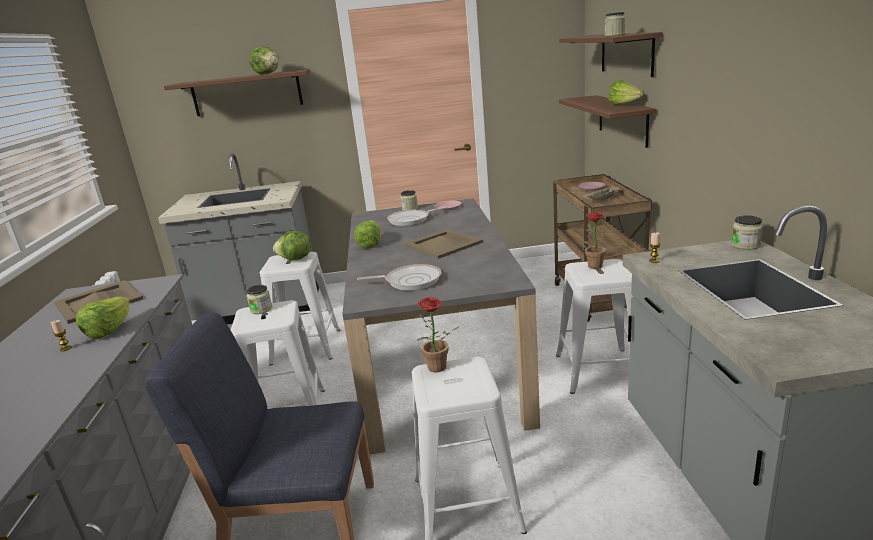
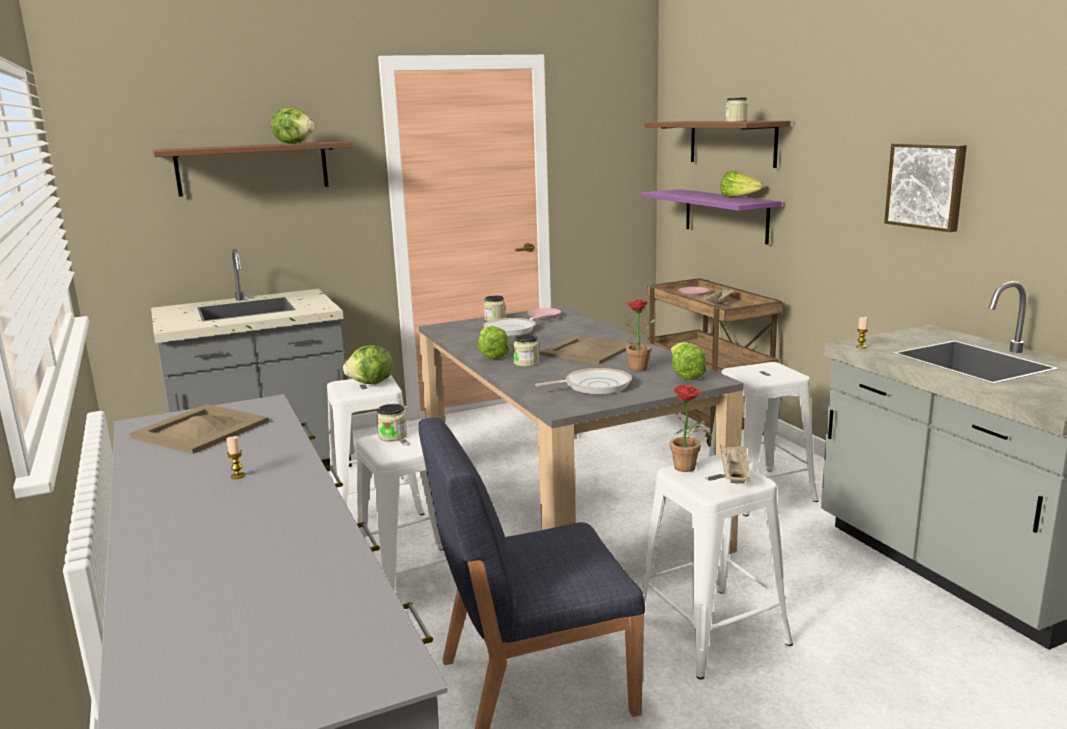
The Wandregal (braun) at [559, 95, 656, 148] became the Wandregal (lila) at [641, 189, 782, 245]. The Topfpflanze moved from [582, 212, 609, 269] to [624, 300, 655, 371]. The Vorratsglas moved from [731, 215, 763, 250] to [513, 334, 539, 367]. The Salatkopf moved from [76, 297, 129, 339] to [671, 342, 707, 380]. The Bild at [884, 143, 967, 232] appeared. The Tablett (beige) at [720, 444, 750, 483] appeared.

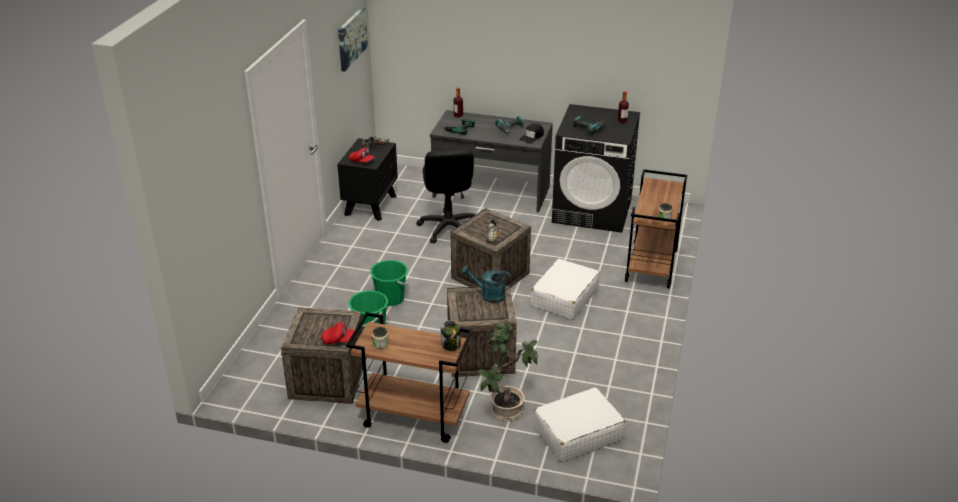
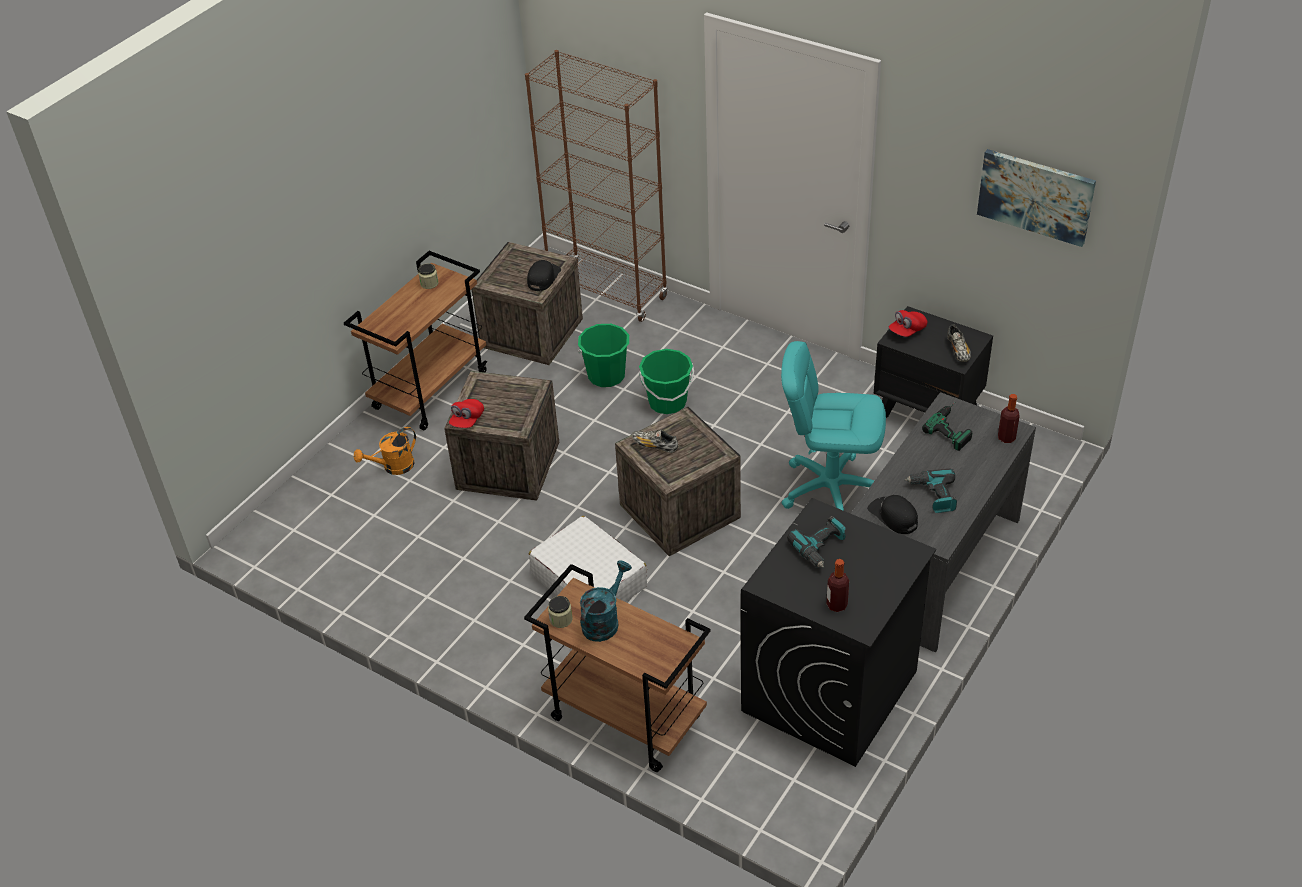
The Bürostuhl (schwarz) at [416, 149, 475, 243] became the Bürostuhl (türkis) at [781, 341, 886, 511]. The Gießkanne (türkis) moved from [461, 265, 512, 303] to [580, 560, 631, 642]. The Topfpflanze at [478, 319, 538, 421] was replaced by the Gießkanne (orange) at [354, 427, 416, 475]. The Vorratsglas at [441, 320, 461, 351] disappeared. The Kappe (rot) moved from [321, 321, 355, 344] to [449, 399, 484, 428]. The Koffer (weiß) at [533, 387, 625, 462] disappeared. The Bücherregal (braun) at [525, 50, 668, 322] appeared. The Kappe (schwarz) at [527, 260, 561, 291] appeared.

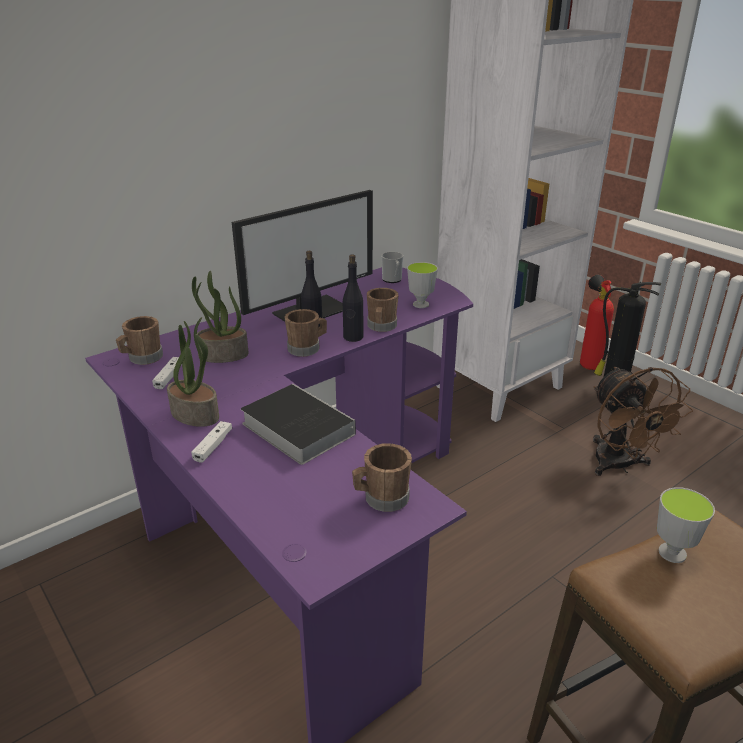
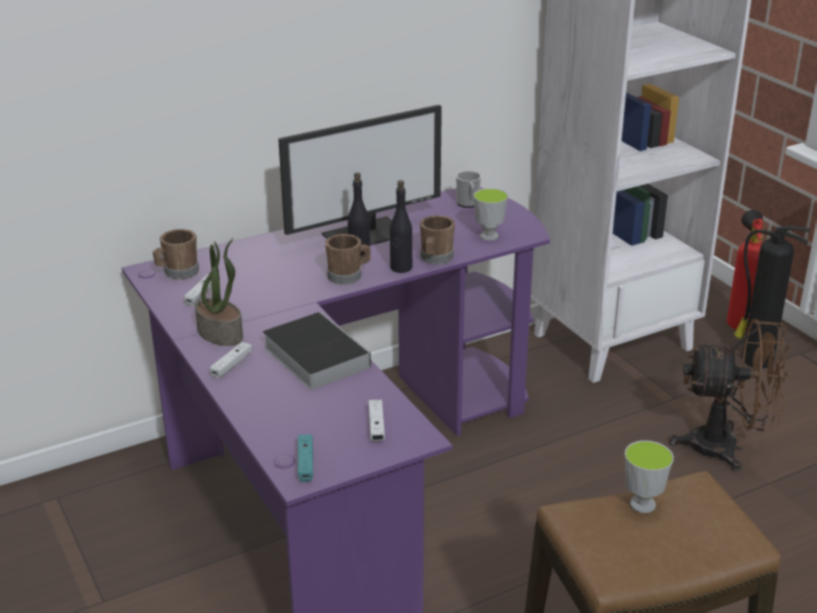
The Topfpflanze at [192, 271, 249, 363] disappeared. The Ventilator (braun) at [593, 367, 693, 476] turned 75 degrees counterclockwise. The Henkelbecher (braun) at [352, 443, 412, 512] was replaced by the Gamepad (weiß) at [368, 400, 385, 441]. The Gamepad (türkis) at [298, 434, 313, 482] appeared.

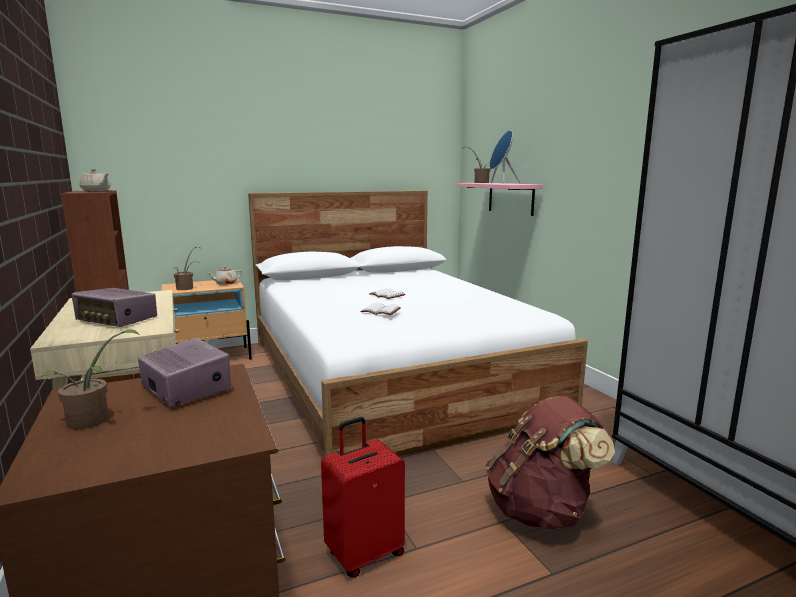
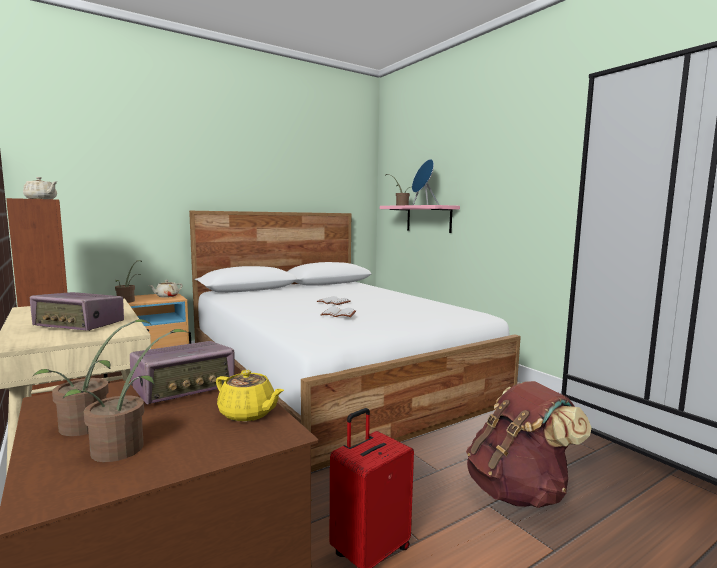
The Radio at [138, 338, 231, 407] turned 105 degrees clockwise. The Topfpflanze at [62, 329, 190, 462] appeared. The Teekanne (gelb) at [216, 370, 284, 422] appeared.

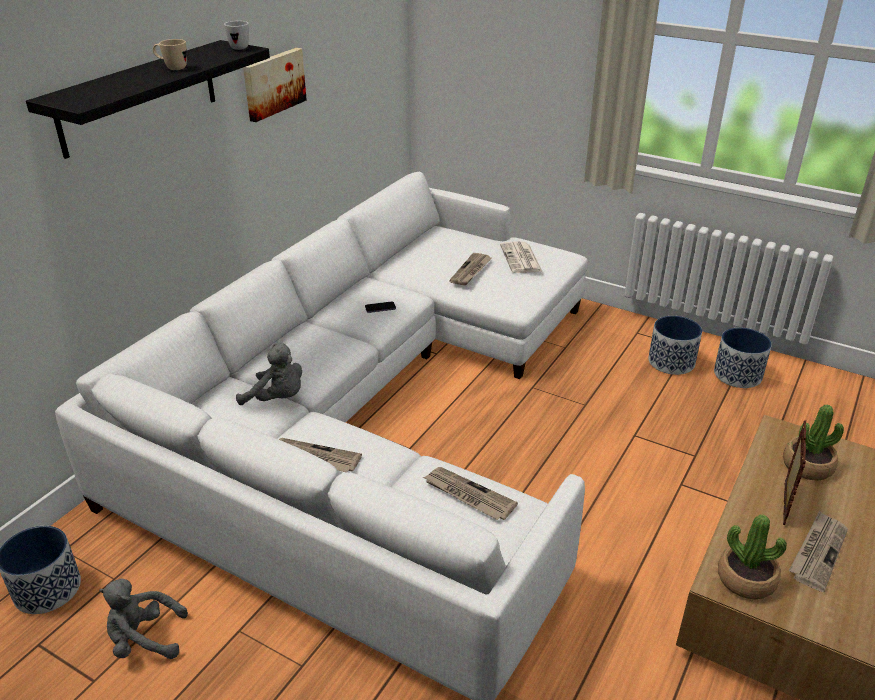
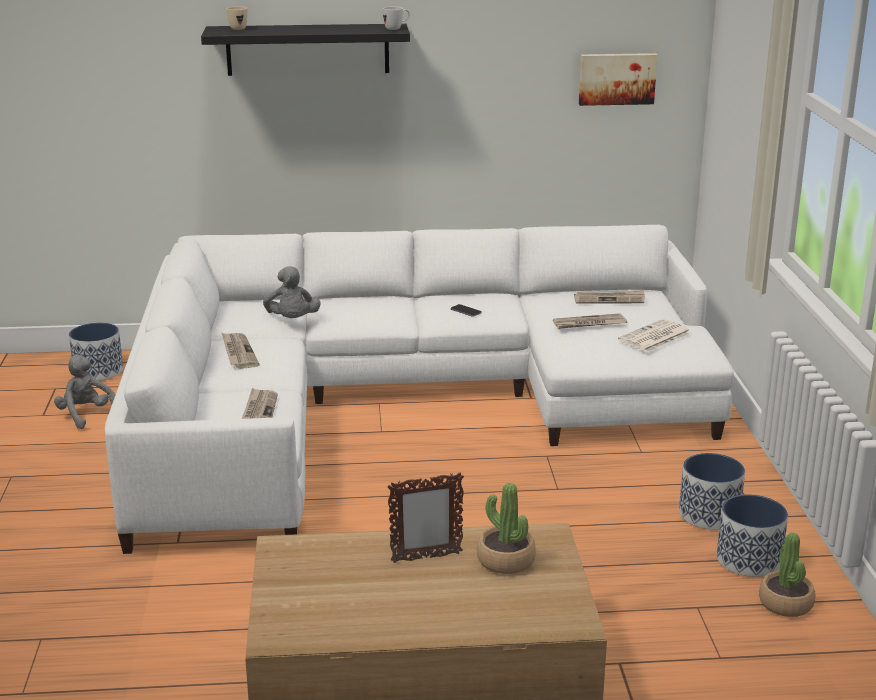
The Henkelbecher (beige) moved from [153, 39, 187, 70] to [227, 6, 248, 30]. The Bild moved from [243, 48, 307, 122] to [579, 53, 658, 106]. The Zeitung moved from [789, 511, 848, 592] to [574, 290, 645, 304]. The Topfpflanze moved from [718, 515, 787, 599] to [759, 532, 815, 617].

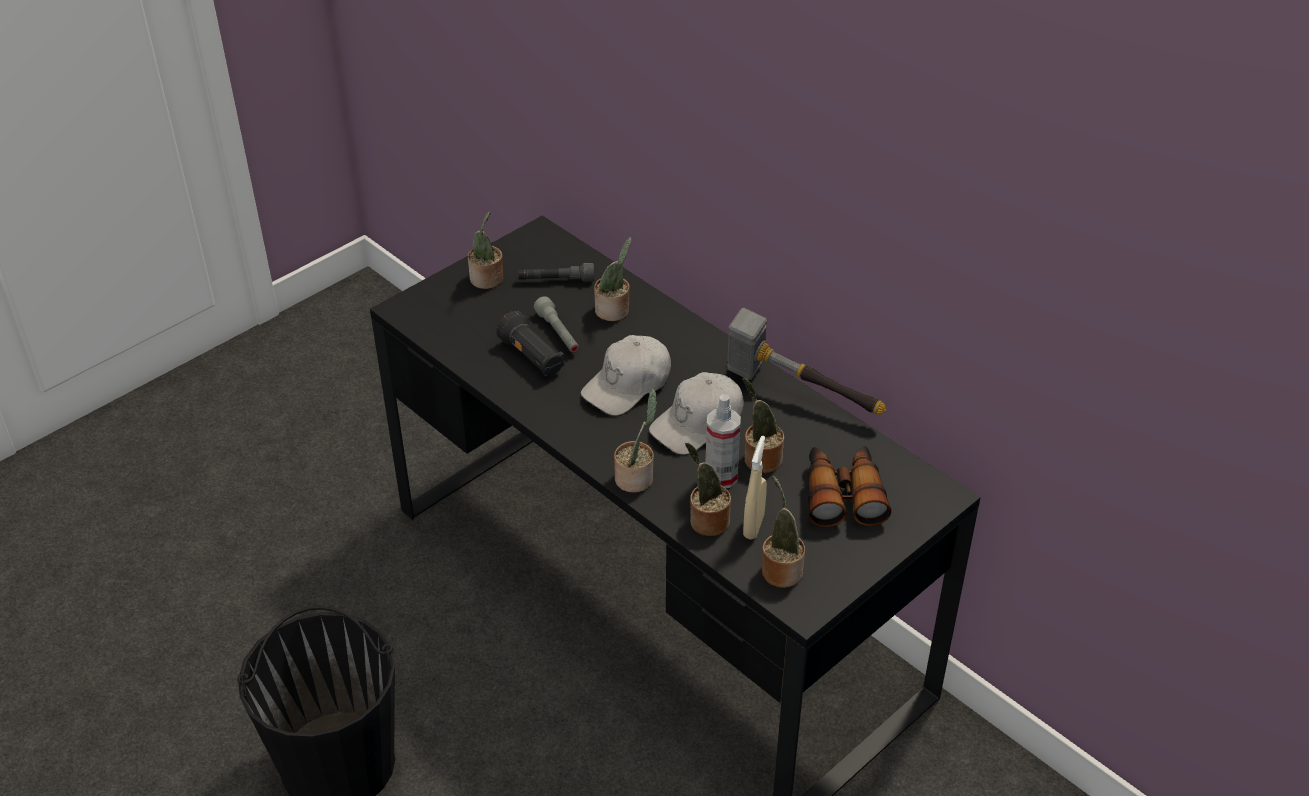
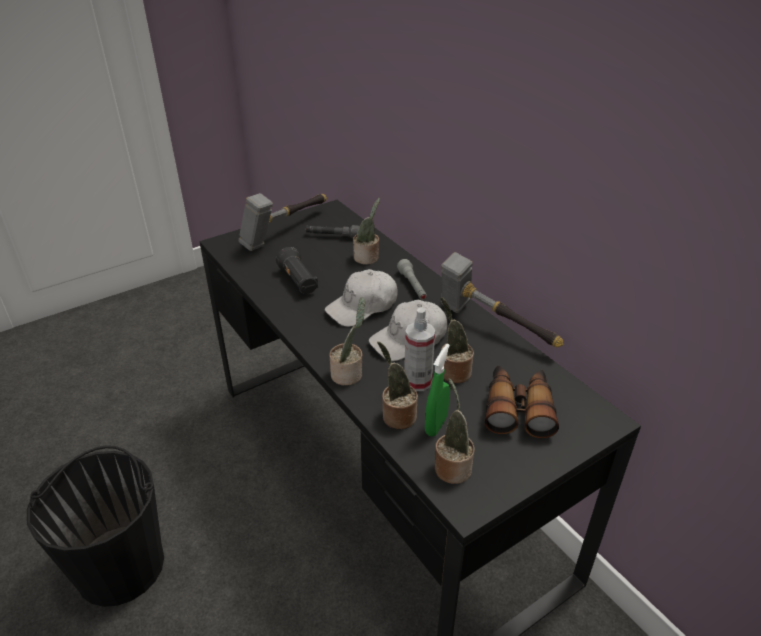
The Topfpflanze at [468, 211, 503, 289] was replaced by the Hammer at [238, 193, 327, 251]. The Taschenlampe (grau) moved from [534, 296, 579, 352] to [397, 259, 427, 300]. The Sprühflasche (beige) at [743, 436, 767, 540] became the Sprühflasche (grün) at [425, 344, 450, 437].

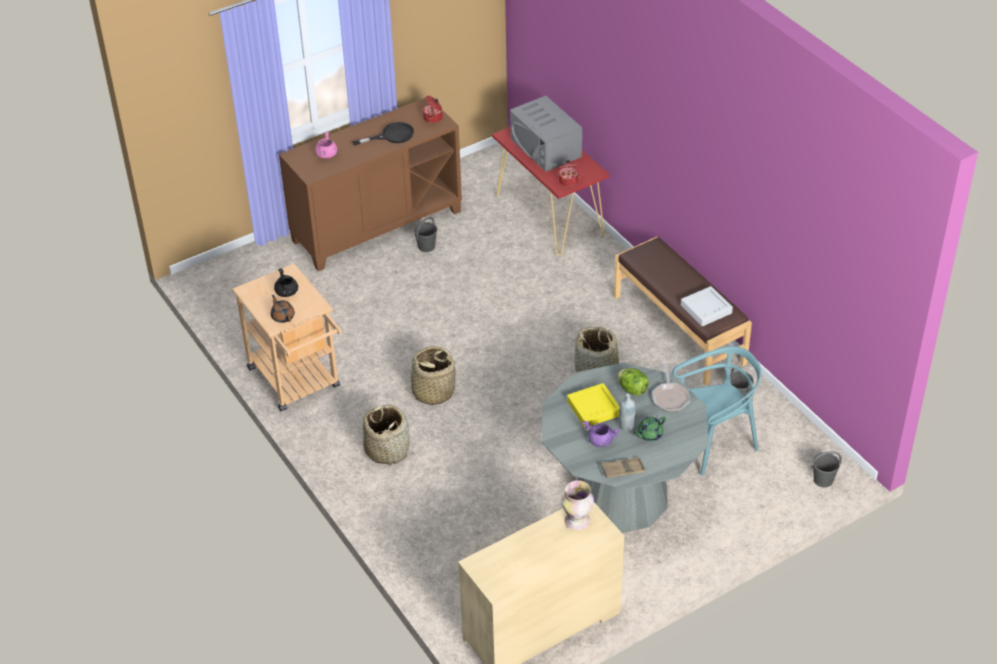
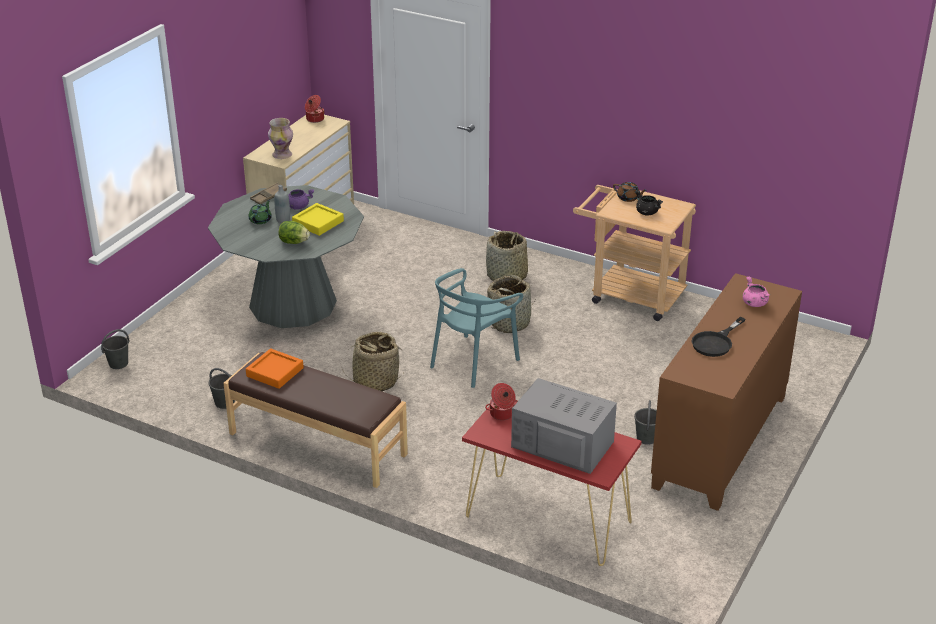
The Kochtopf moved from [423, 96, 442, 123] to [305, 95, 325, 123]. The Tablett (grau) at [681, 286, 733, 326] became the Tablett (orange) at [246, 348, 304, 389]. The Stuhl (türkis) moved from [672, 346, 761, 476] to [430, 268, 523, 388]. The Pfanne at [652, 363, 691, 412] disappeared.

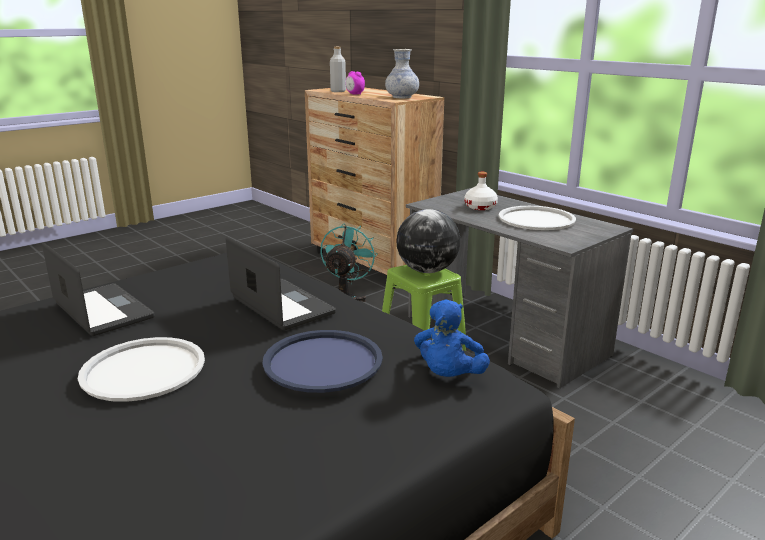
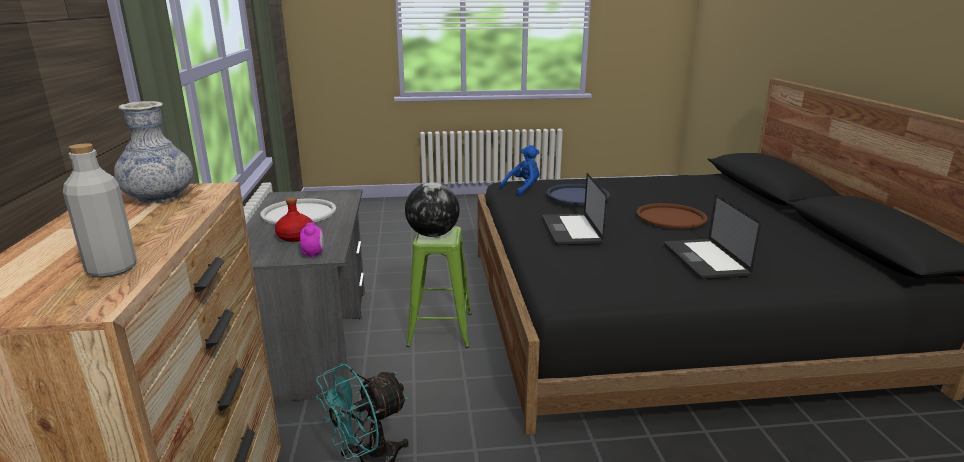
The Wecker moved from [346, 71, 365, 95] to [300, 222, 324, 258]. The Flasche (weiß) at [464, 172, 498, 210] became the Flasche (rot) at [275, 198, 313, 242]. The Tablett (weiß) at [78, 337, 205, 402] became the Tablett (braun) at [637, 203, 708, 229].

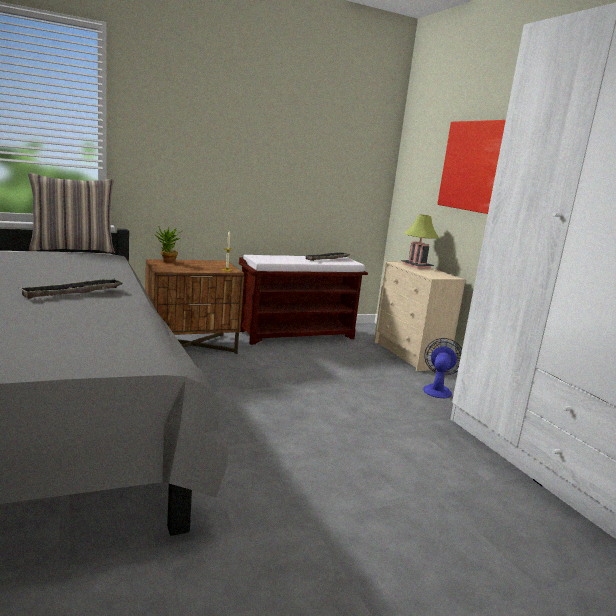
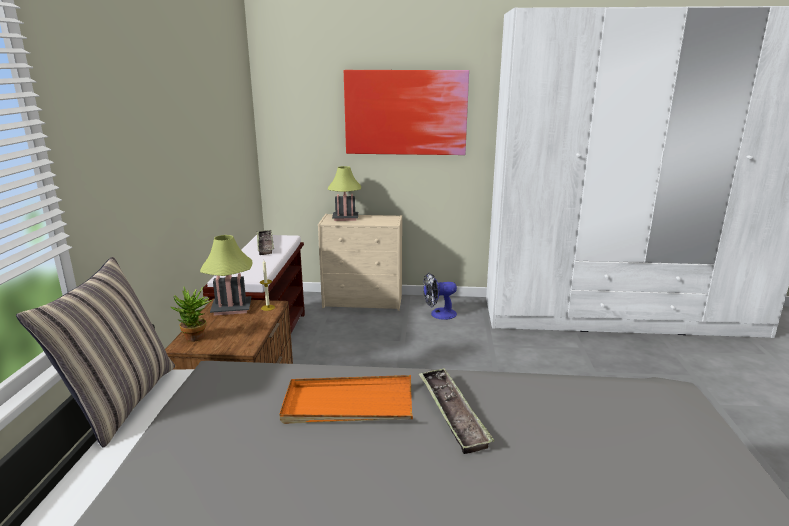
The Ventilator at [423, 338, 462, 398] turned 60 degrees counterclockwise. The Tischlampe at [200, 235, 253, 316] appeared. The Tablett (orange) at [279, 375, 413, 424] appeared.

